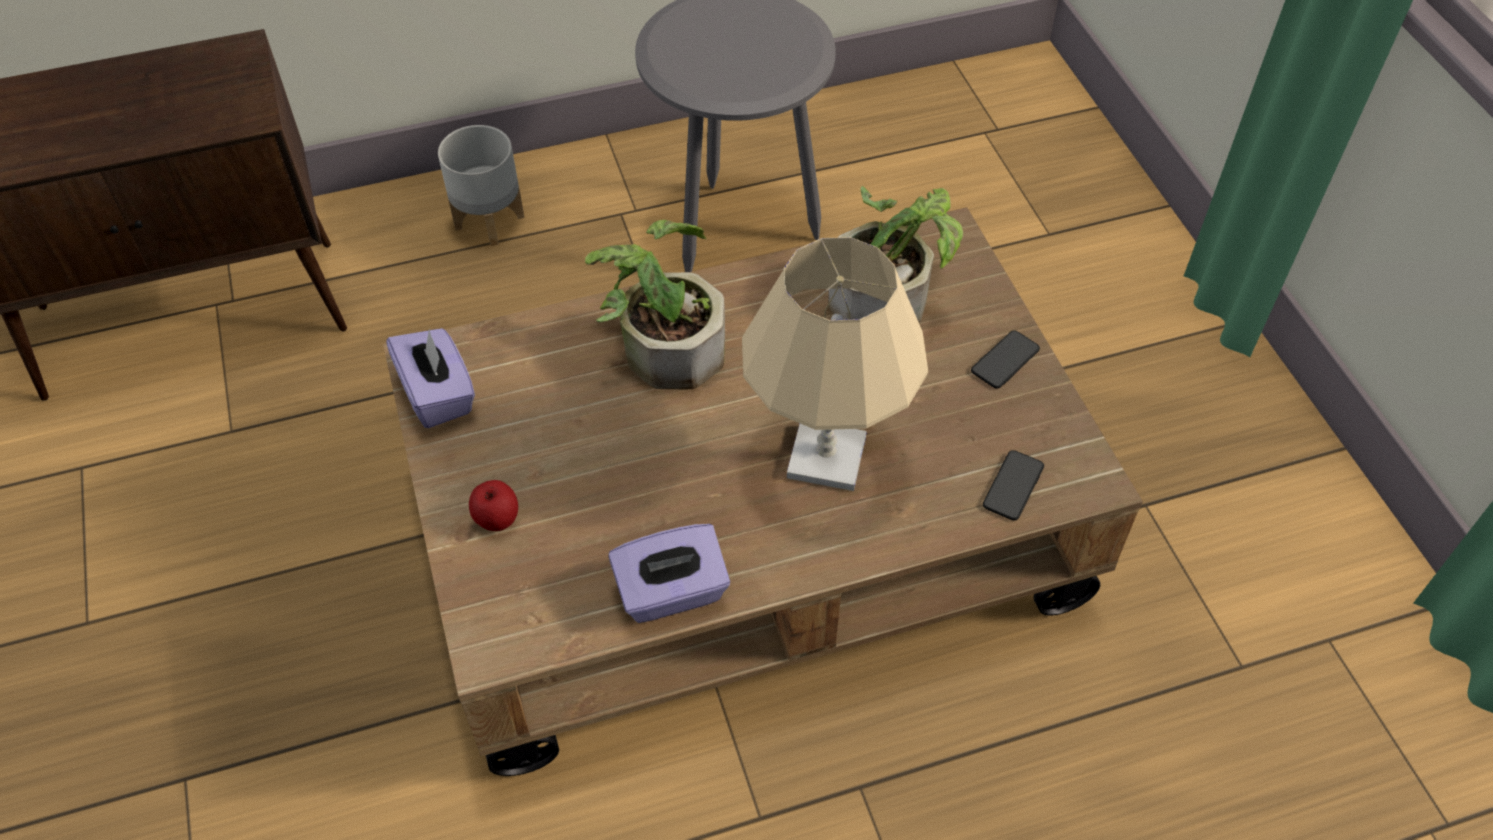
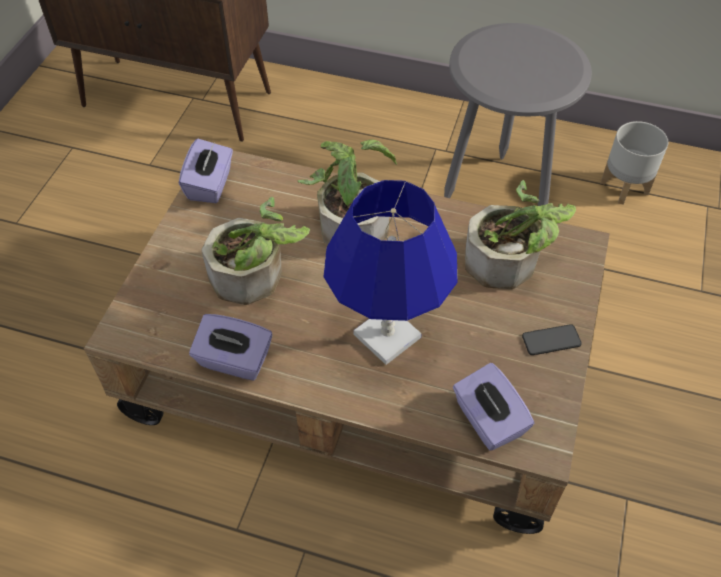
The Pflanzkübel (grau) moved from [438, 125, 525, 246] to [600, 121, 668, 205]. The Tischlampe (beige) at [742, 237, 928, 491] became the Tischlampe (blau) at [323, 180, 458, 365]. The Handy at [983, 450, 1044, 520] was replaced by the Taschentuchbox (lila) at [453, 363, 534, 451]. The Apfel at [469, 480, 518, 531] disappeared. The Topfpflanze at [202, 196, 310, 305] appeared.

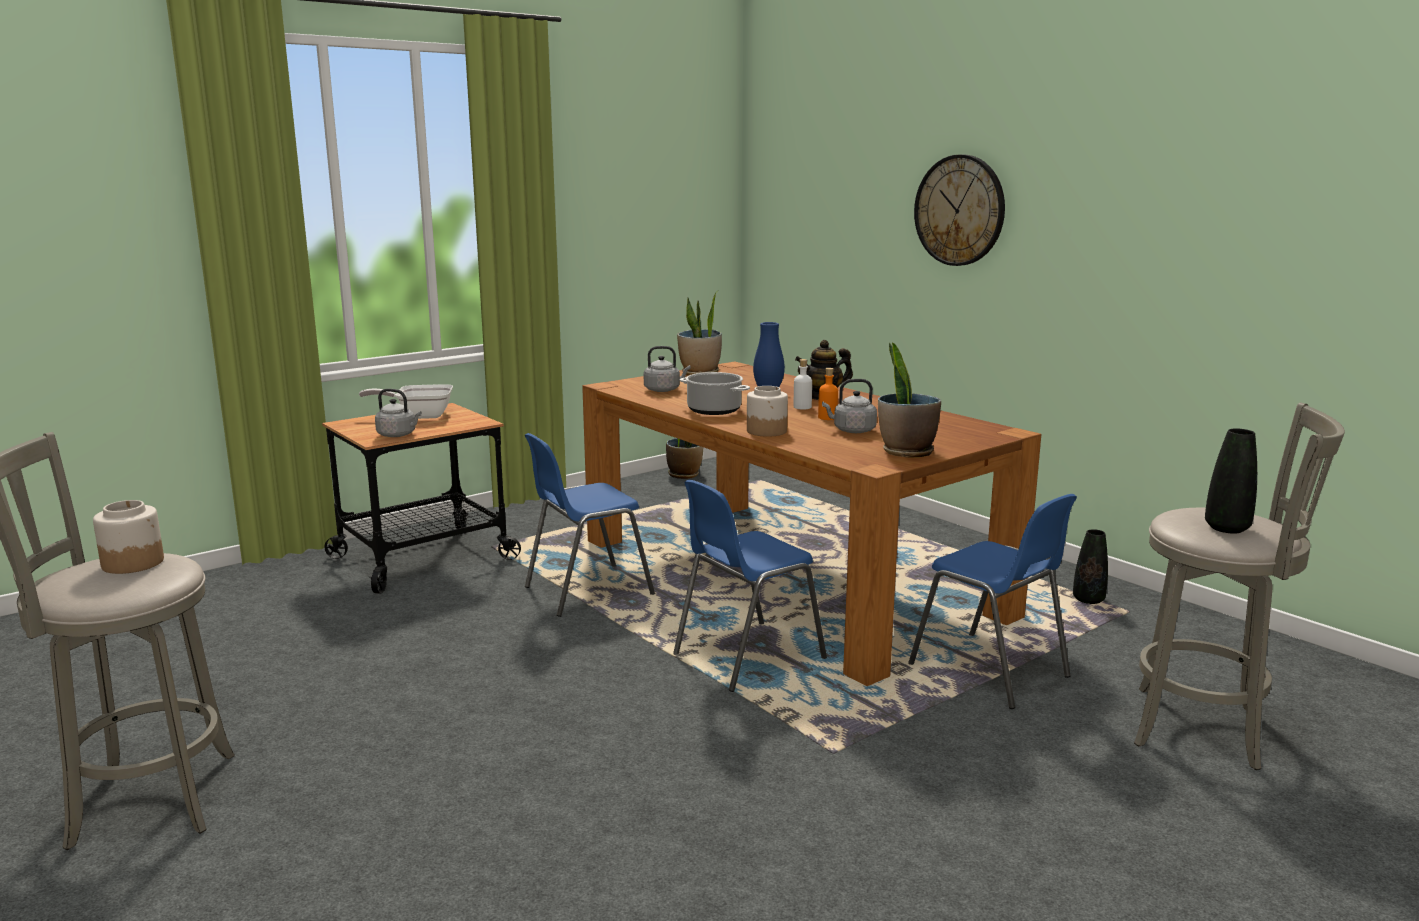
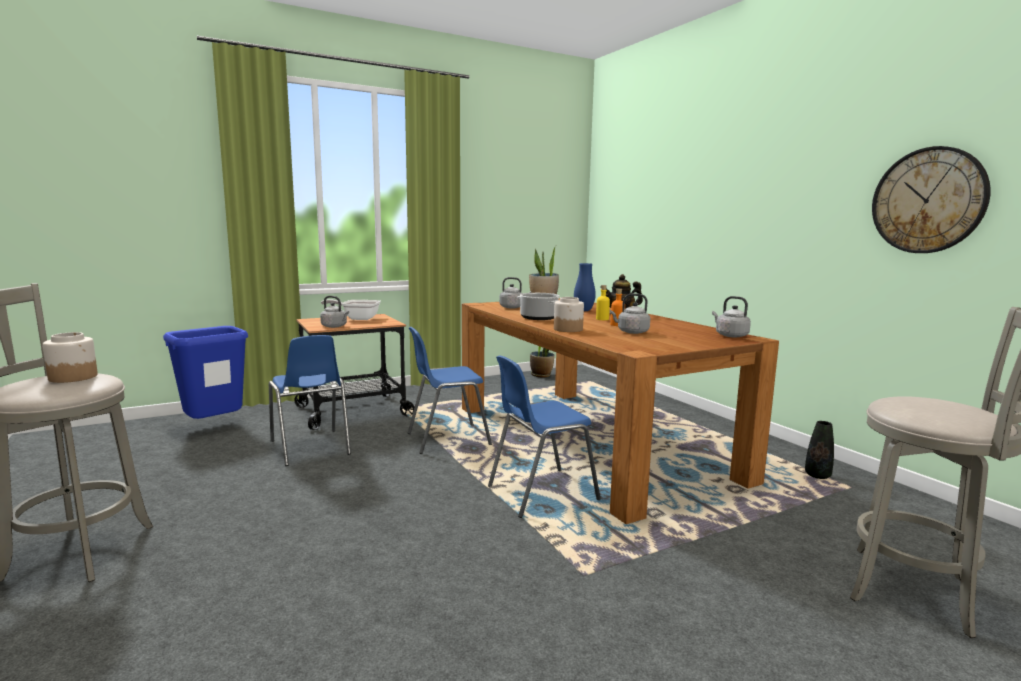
The Wanduhr moved from [914, 154, 1005, 266] to [872, 146, 991, 253]. The Topfpflanze at [878, 343, 941, 457] disappeared. The Flasche (weiß) at [794, 359, 812, 409] became the Flasche (gelb) at [596, 285, 610, 320]. The Vase (schwarz) at [1205, 428, 1257, 534] disappeared. The Stuhl (blau) moved from [908, 494, 1077, 709] to [269, 335, 351, 466]. The Wasserkessel (grau) at [712, 296, 751, 337] appeared. The Mülleimer (blau) at [163, 326, 248, 419] appeared.

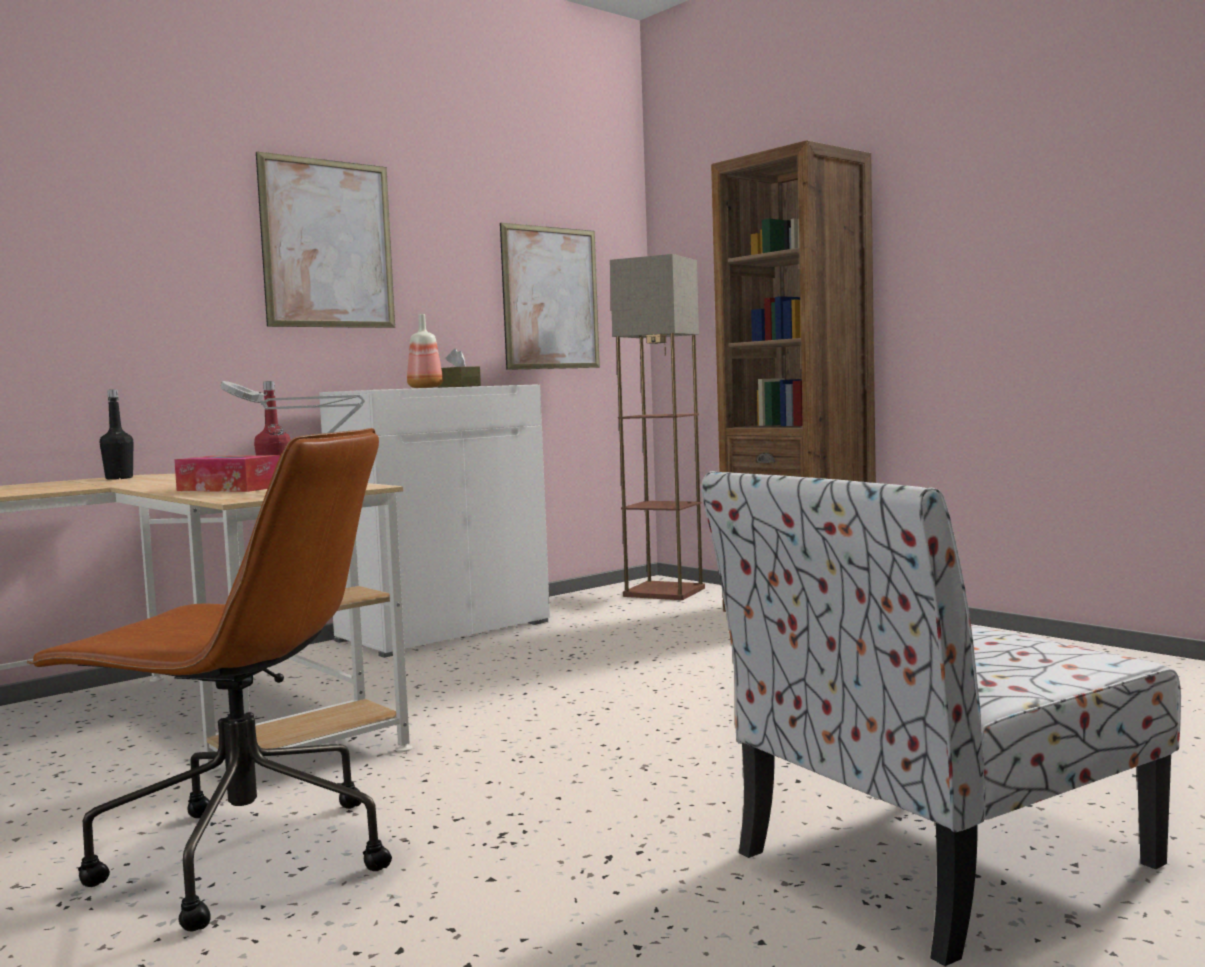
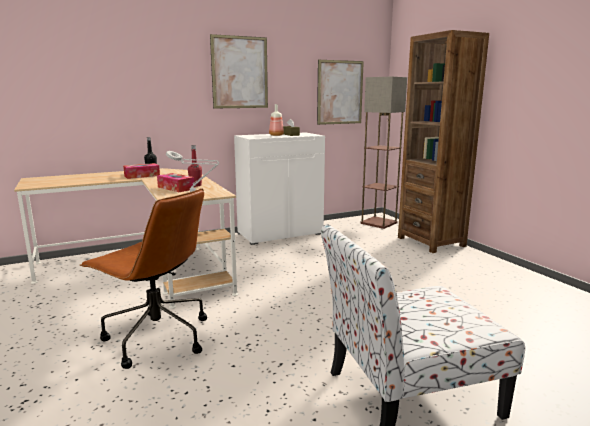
The Taschentuchbox at [123, 163, 160, 179] appeared.

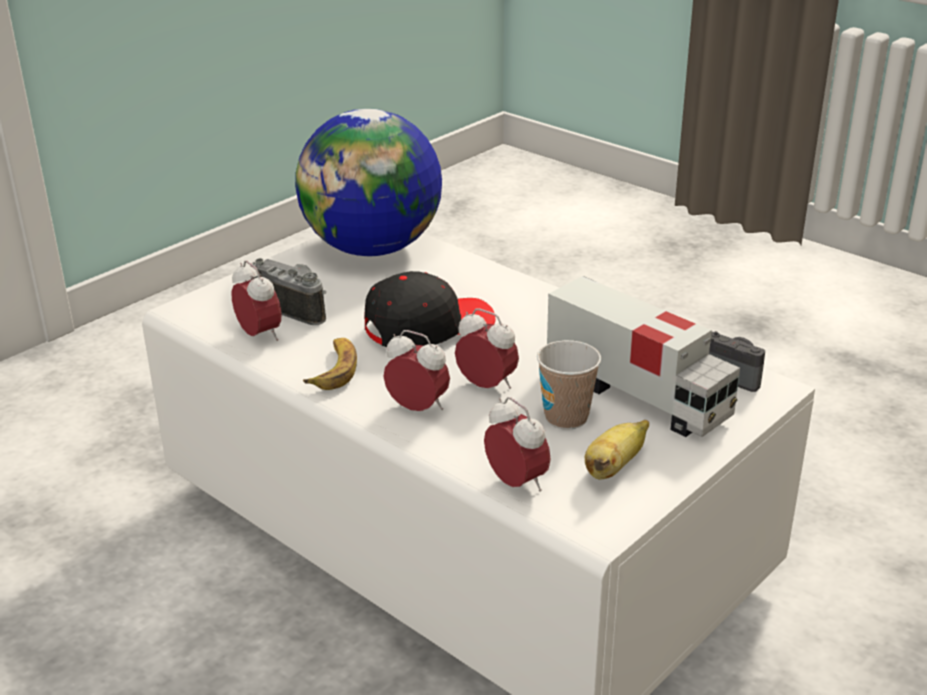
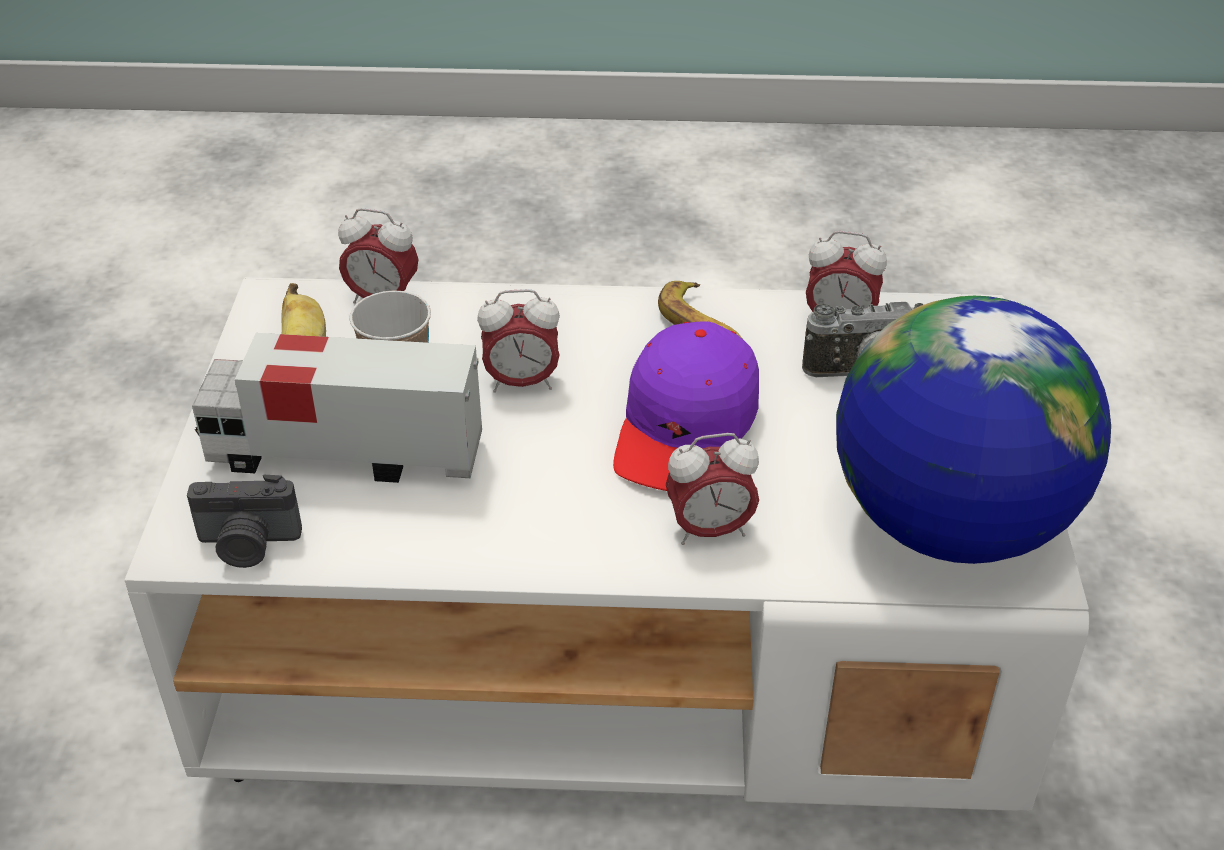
The Kappe (schwarz) at [365, 271, 495, 347] became the Kappe (lila) at [613, 321, 759, 491]. The Wecker moved from [384, 330, 450, 411] to [666, 433, 759, 545].

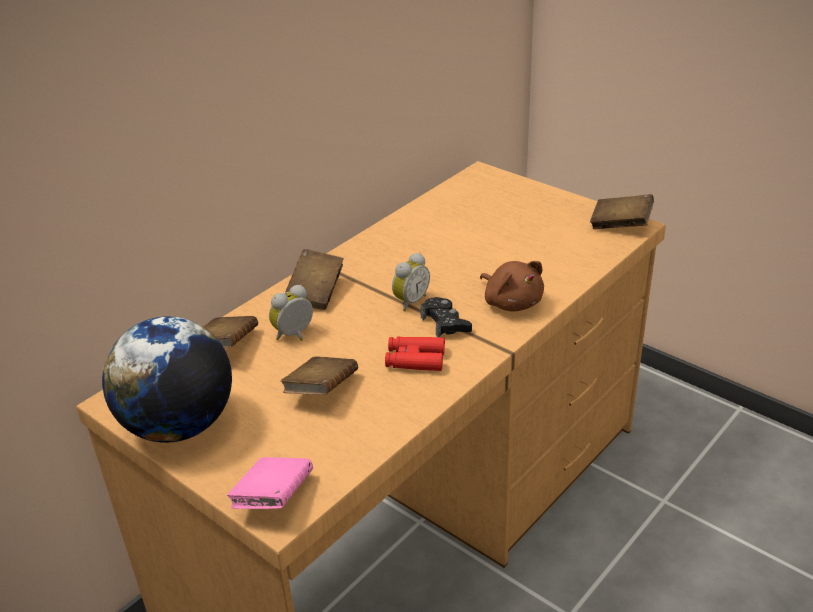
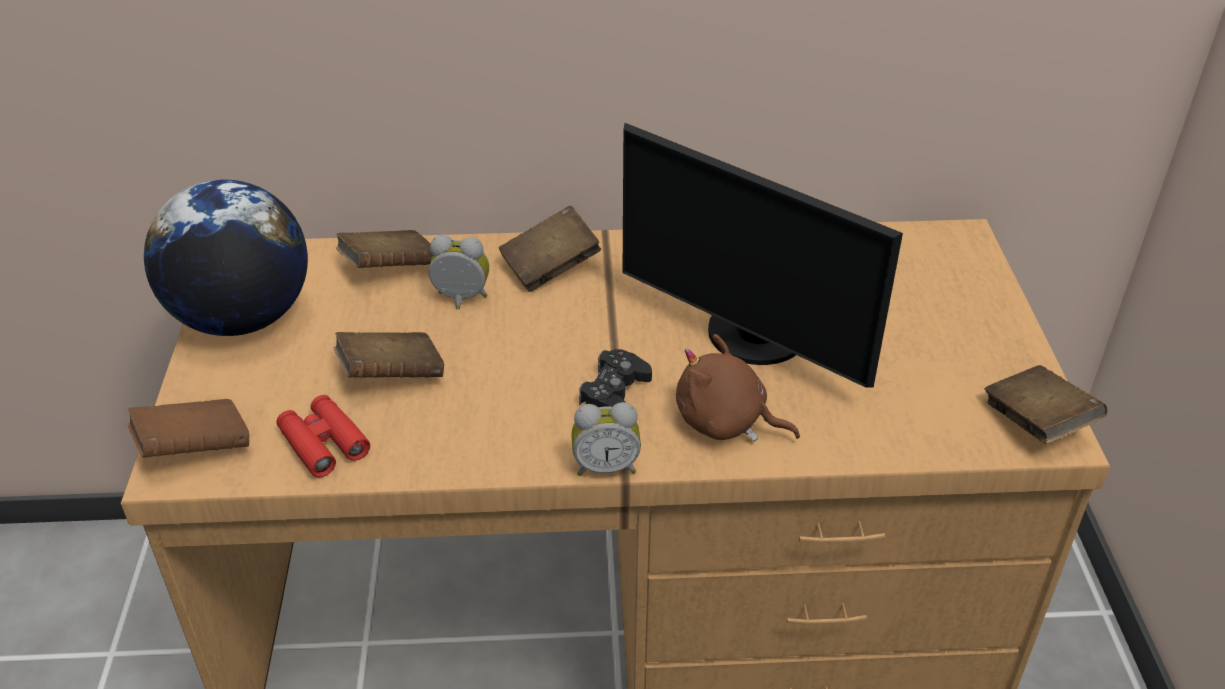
The Wecker moved from [392, 253, 430, 311] to [571, 402, 641, 476]. The Plüschtier (braun) at [480, 261, 544, 312] turned 105 degrees clockwise. The Fernglas (rot) moved from [385, 337, 445, 371] to [276, 395, 370, 478]. The Buch (rosa) at [227, 457, 313, 509] became the Buch (braun) at [128, 399, 249, 458]. The Monitor at [622, 123, 903, 388] appeared.

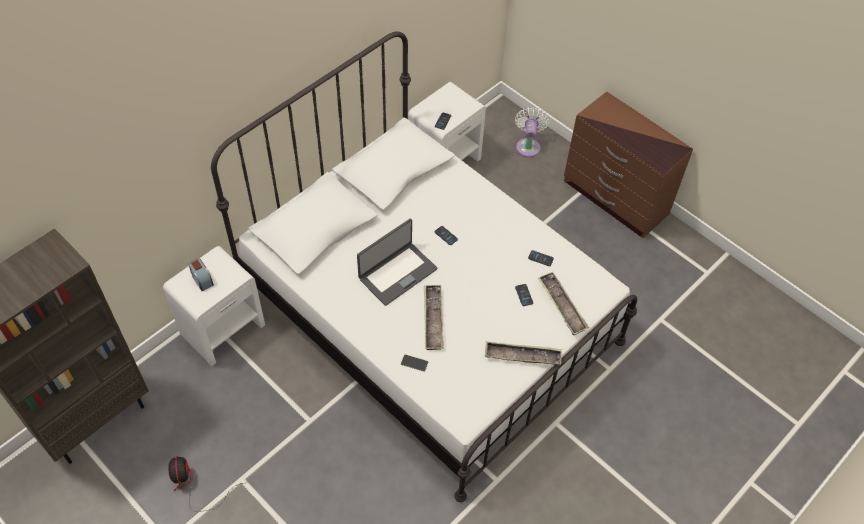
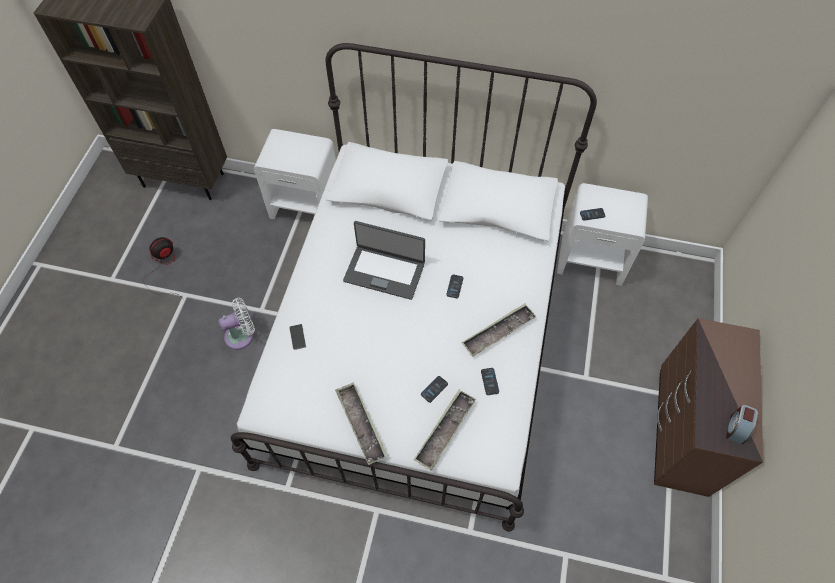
The Ventilator (weiß) moved from [515, 107, 549, 157] to [218, 298, 255, 350]. The Wecker moved from [189, 258, 214, 291] to [726, 405, 758, 444]. The Tablett moved from [424, 285, 444, 350] to [461, 304, 537, 357].

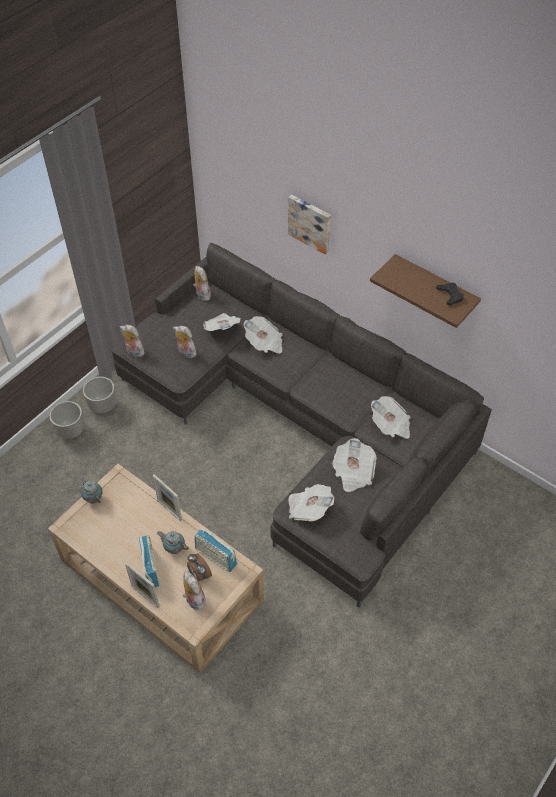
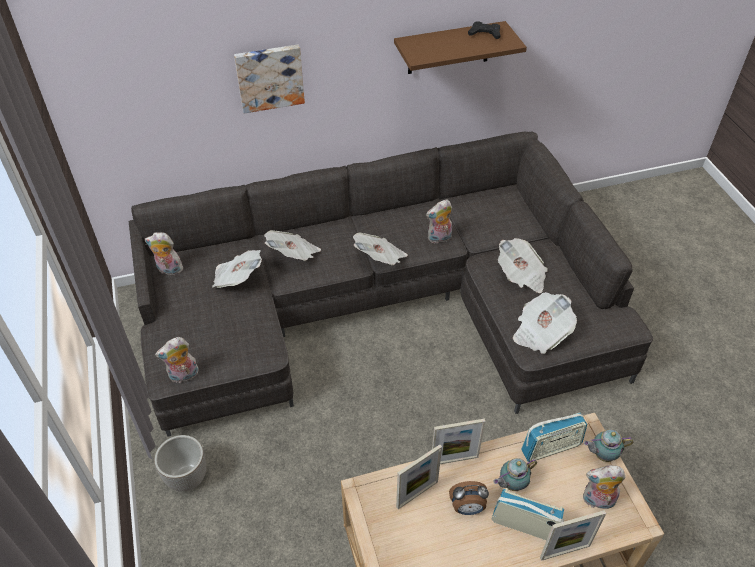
The Plüschtier moved from [173, 326, 196, 358] to [426, 199, 452, 244]. The Zeitung moved from [371, 396, 410, 439] to [353, 232, 408, 265]. The Pflanzkübel at [49, 401, 84, 439] disappeared. The Teekanne moved from [80, 477, 102, 503] to [584, 429, 633, 462]. The Wecker moved from [187, 553, 212, 582] to [449, 481, 489, 515]. The Bilderrahmen at [396, 445, 442, 509] appeared.

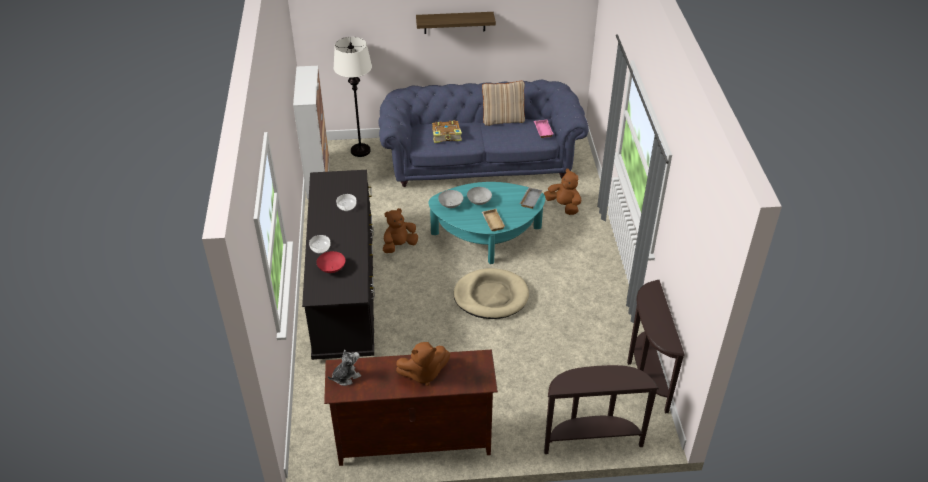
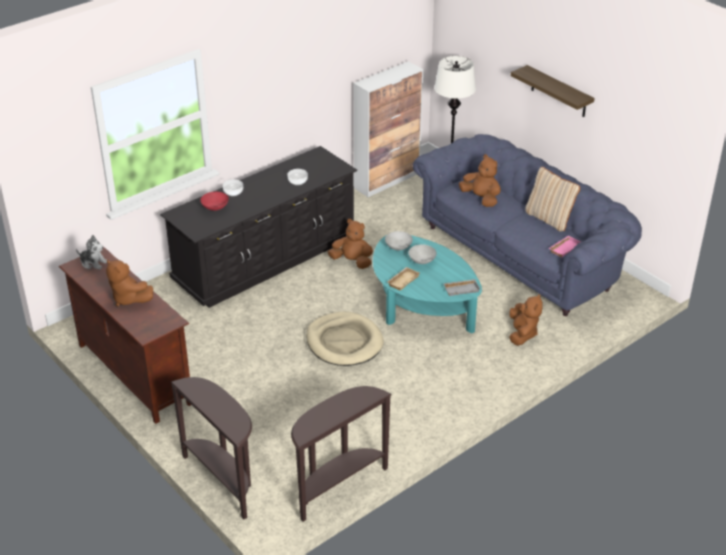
The Buch at [432, 120, 462, 143] was replaced by the Plüschtier (braun) at [459, 154, 501, 207].

